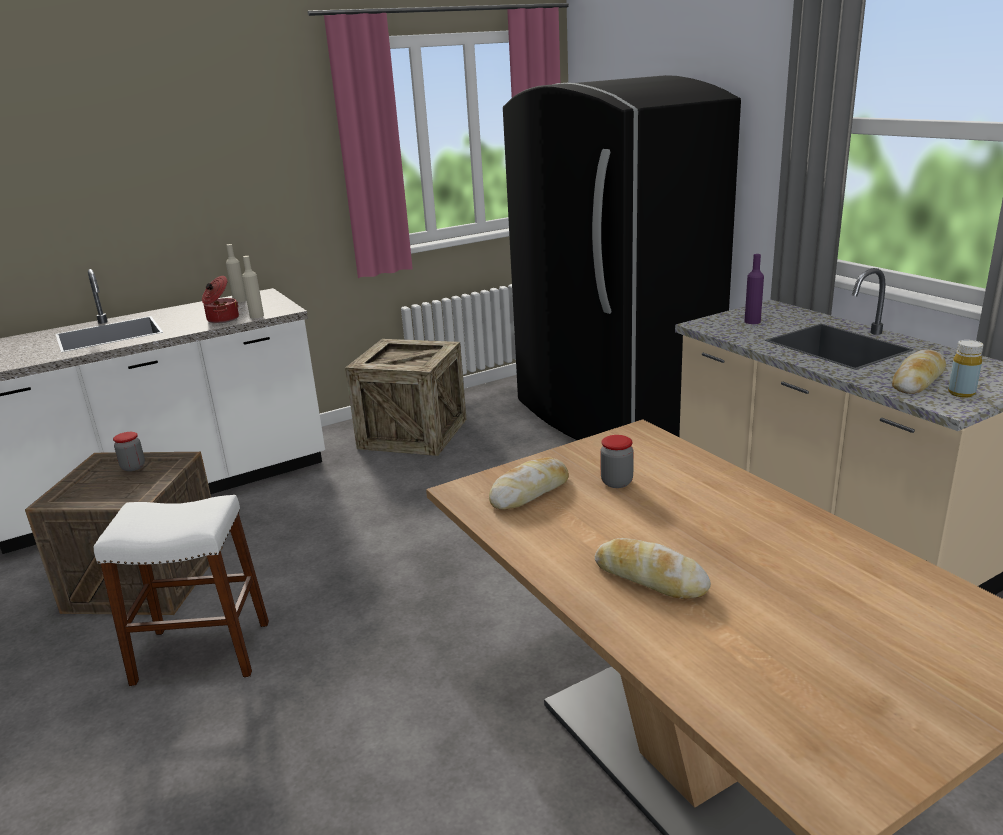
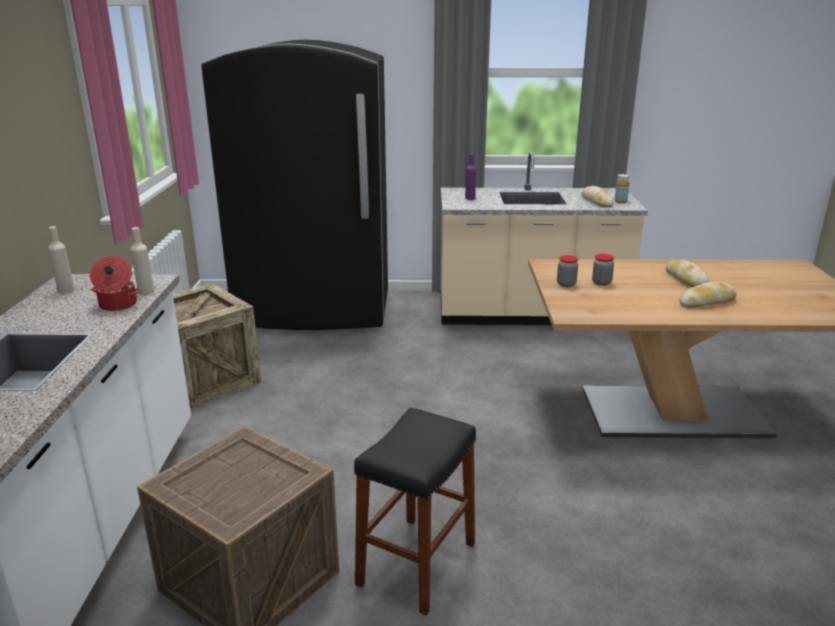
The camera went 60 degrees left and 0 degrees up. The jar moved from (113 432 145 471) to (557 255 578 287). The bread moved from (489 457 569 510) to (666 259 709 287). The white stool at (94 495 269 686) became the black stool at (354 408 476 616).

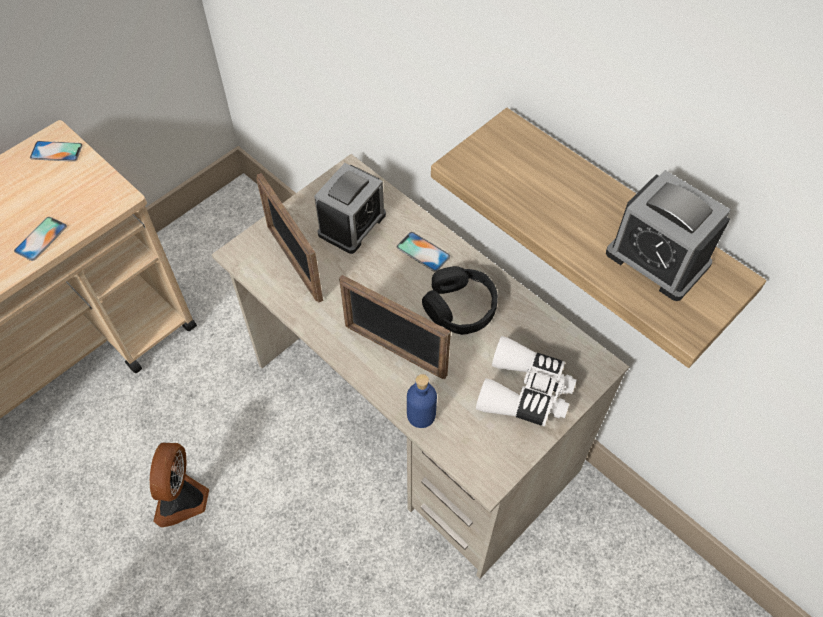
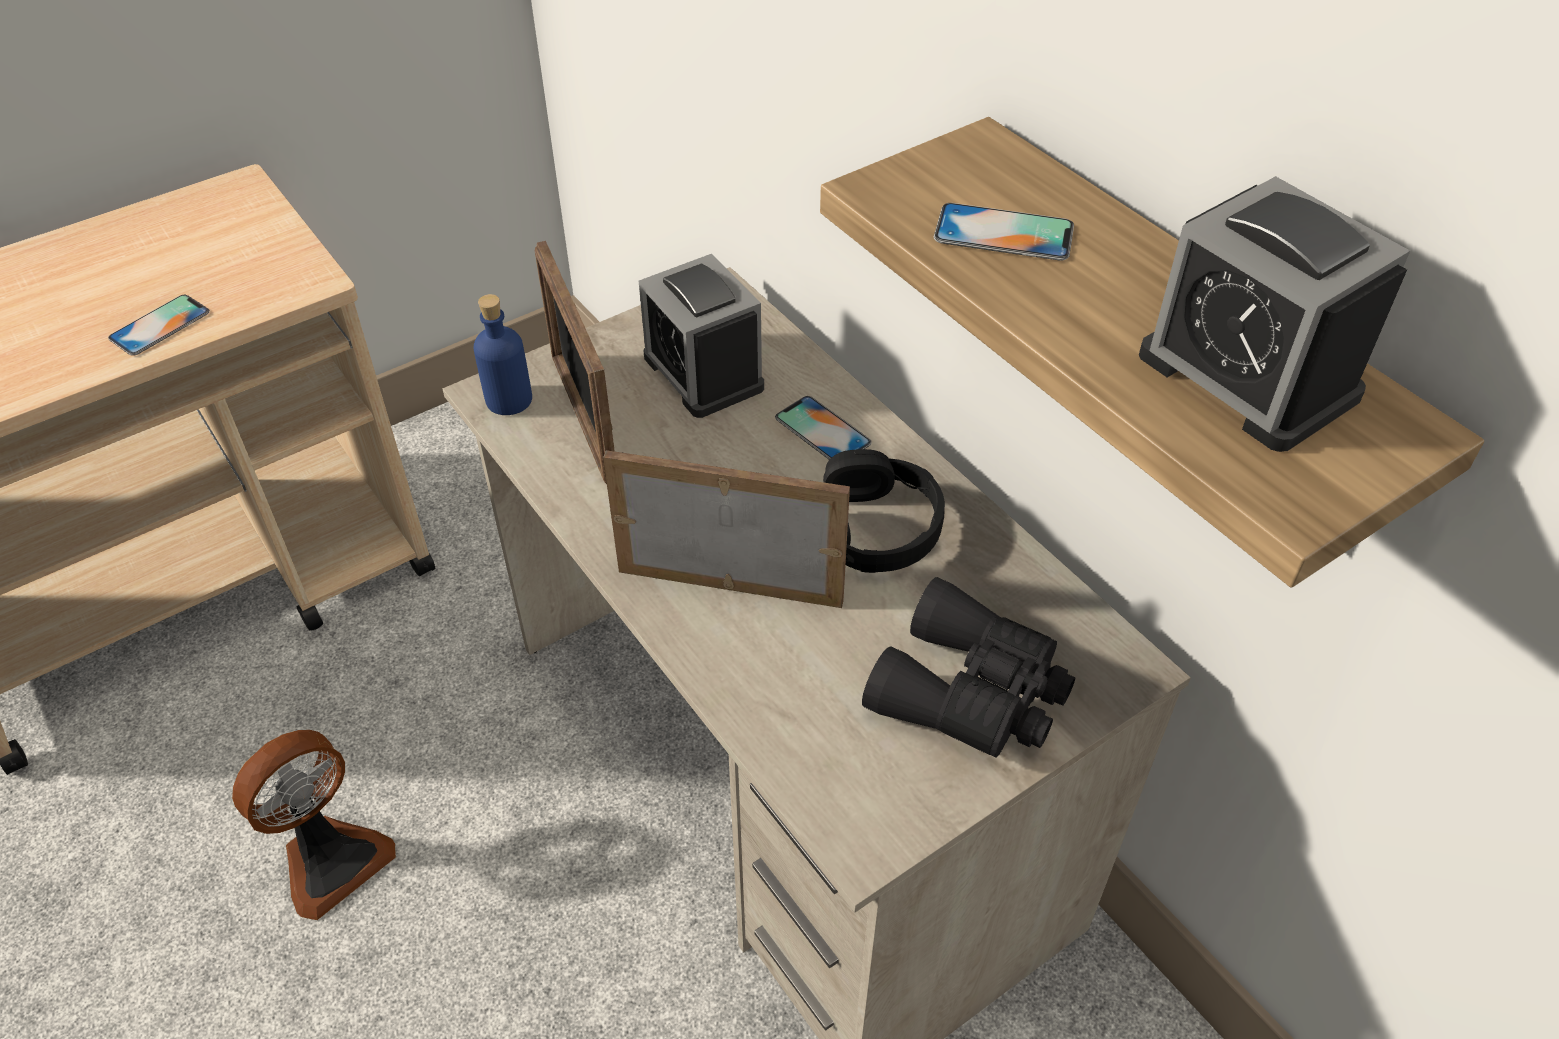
The camera went 10 degrees right and 10 degrees down. The phone moved from (30 141 83 162) to (934 203 1074 261). The alarm clock at (314 163 386 254) turned 105 degrees clockwise. The picture frame at (339 275 451 379) turned 150 degrees clockwise. The white binoculars at (476 336 576 427) became the black binoculars at (862 577 1075 758). The blue bottle moved from (407 374 437 428) to (473 294 532 415). The fan at (150 442 209 527) turned 150 degrees counterclockwise.

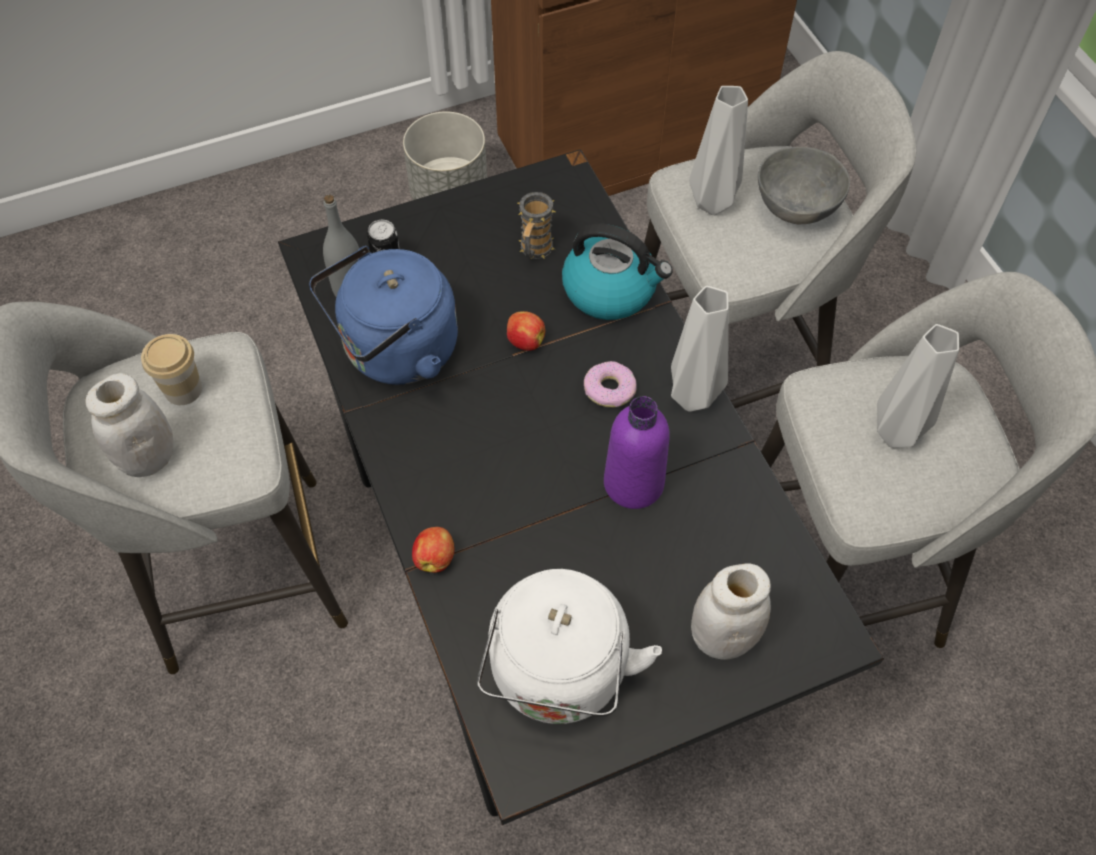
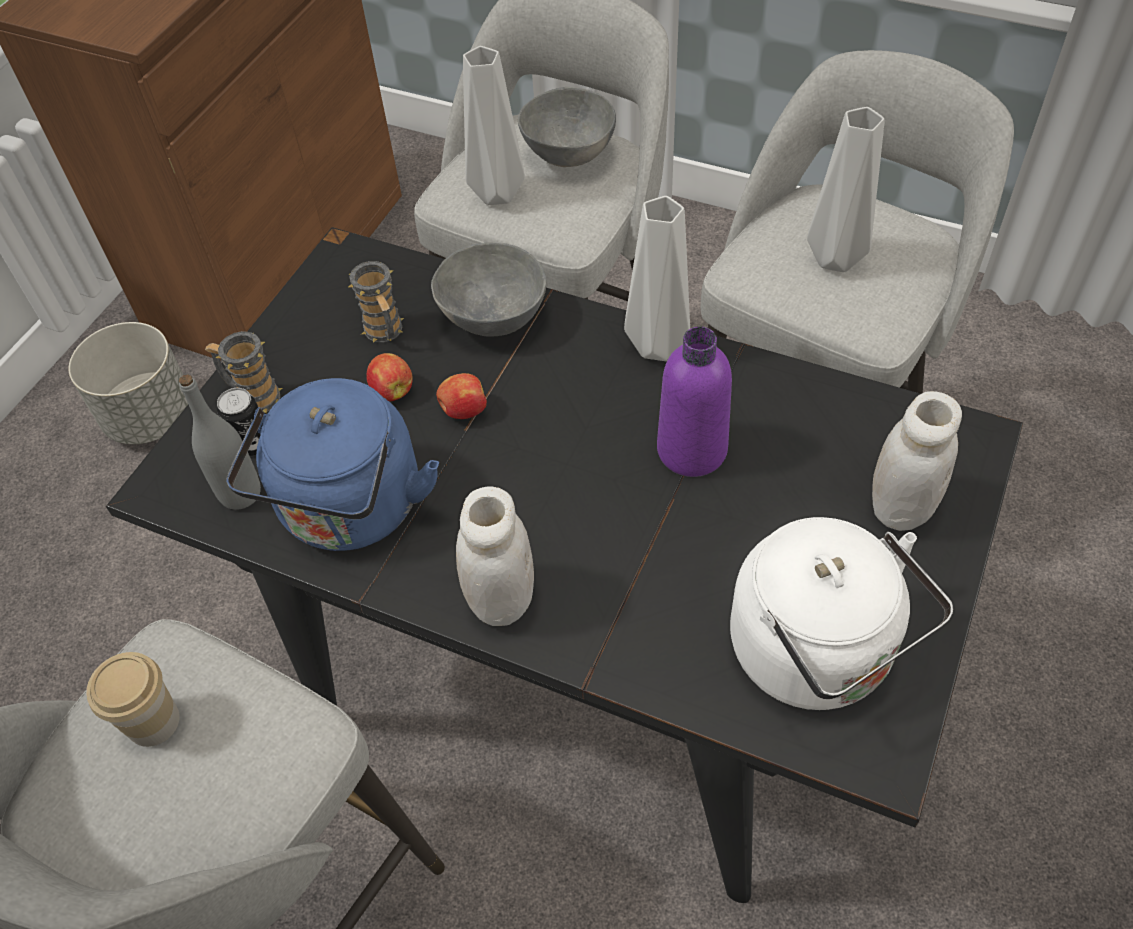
The camera went 40 degrees left and 5 degrees down. The kettle at (562 224 673 320) was replaced by the grey bowl at (431 242 546 337). The donut at (584 361 637 407) disappeared. The white jar moved from (85 373 173 477) to (456 486 534 626). The apple moved from (412 527 454 573) to (366 353 413 401). The mug at (205 331 282 413) appeared.

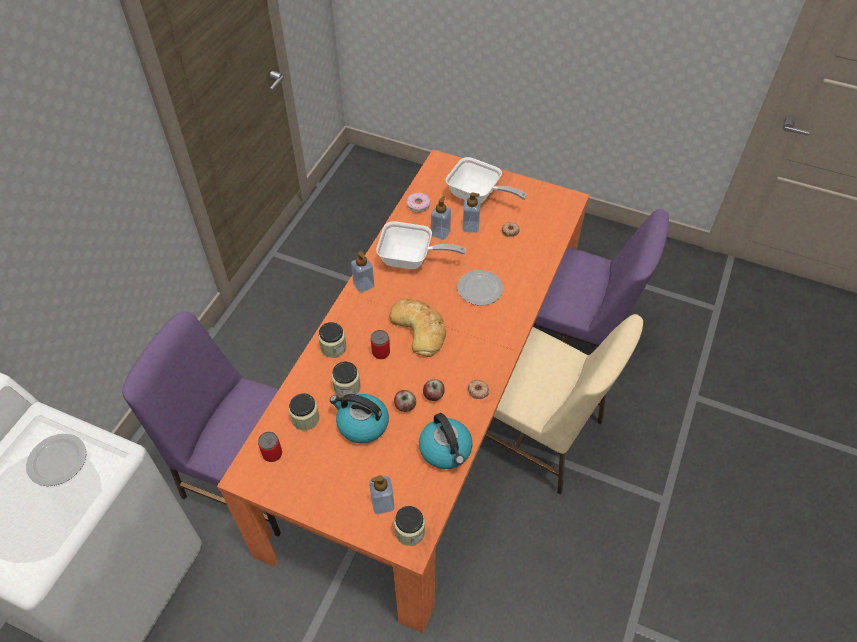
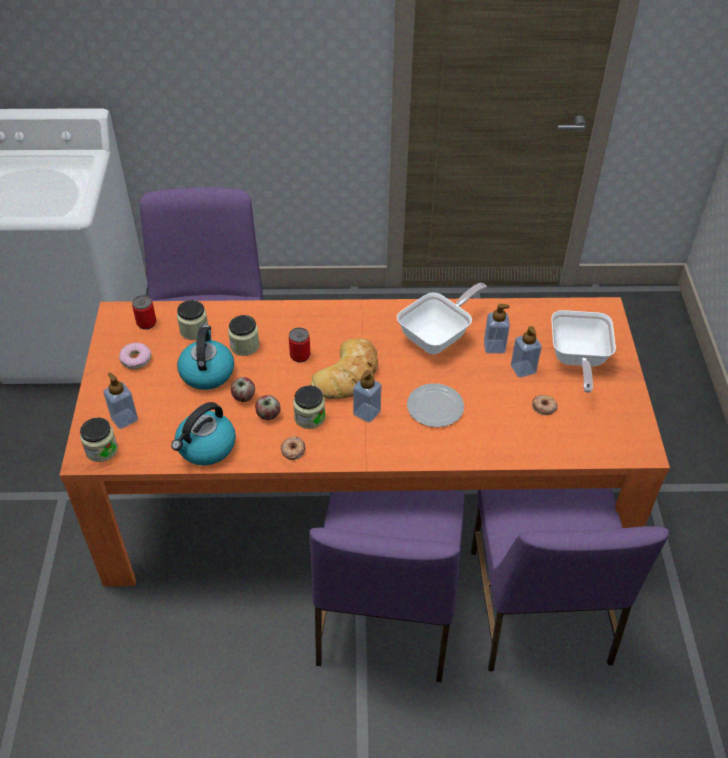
The camera went 65 degrees right and 5 degrees down. The donut moved from (406 193 430 213) to (119 343 152 369). The frying pan at (376 221 466 269) turned 120 degrees counterclockwise. The soap dispenser moved from (351 251 374 293) to (353 370 382 423). The beige chair at (485 314 643 495) became the purple chair at (309 490 464 682). The jar moved from (318 322 346 358) to (293 385 325 429). The plate at (26 434 86 486) disappeared.

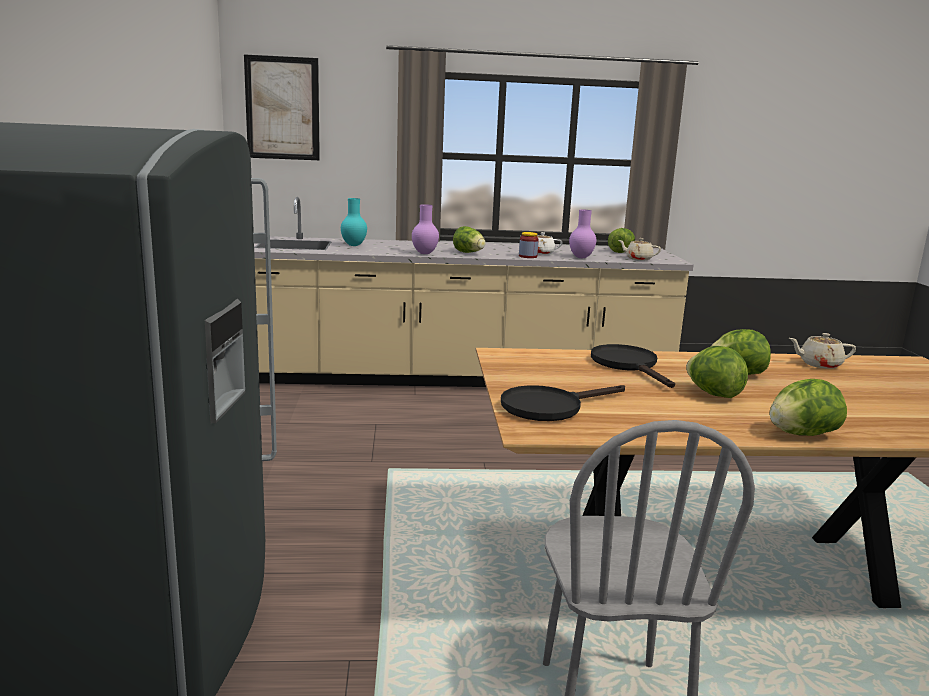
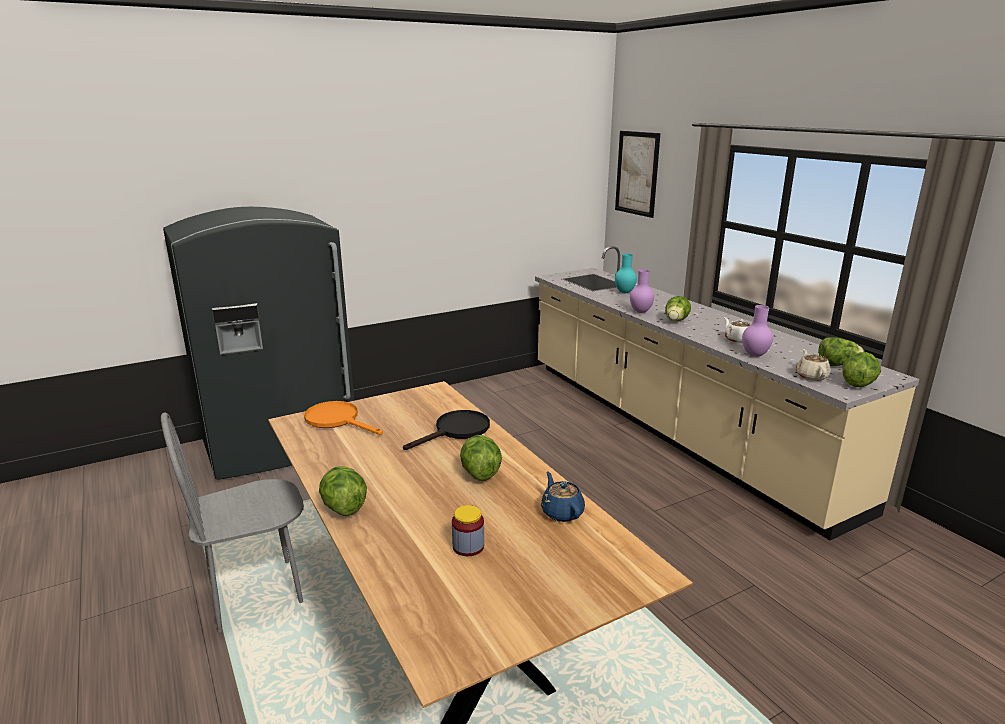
The camera went 65 degrees right and 5 degrees up. The jar moved from (519 232 538 258) to (452 505 484 556). The beige teapot at (789 333 856 369) became the blue teapot at (541 471 585 522). The lettuce moved from (686 346 748 398) to (842 352 881 387). The black frying pan at (501 385 625 421) became the orange frying pan at (304 401 383 435).

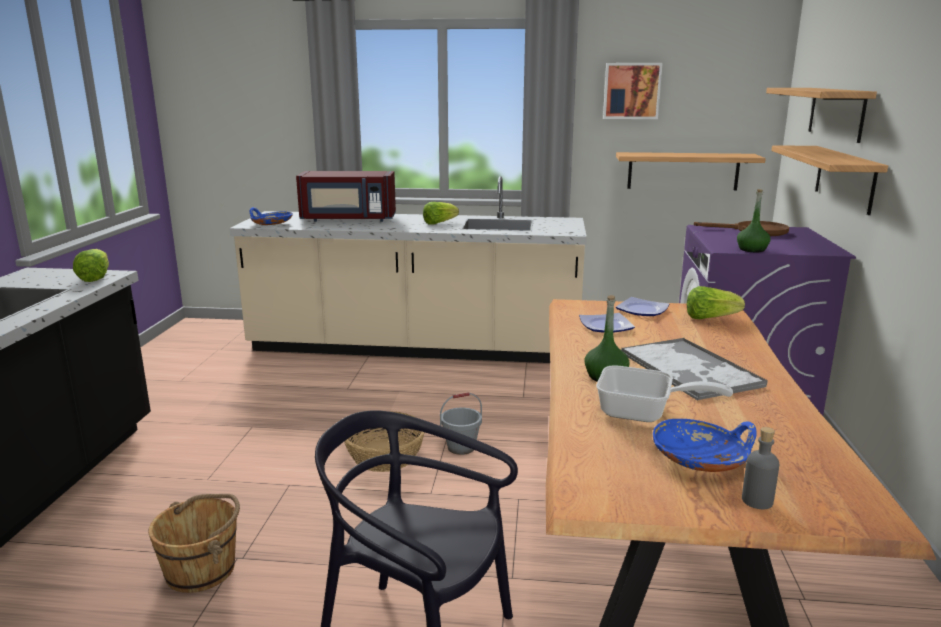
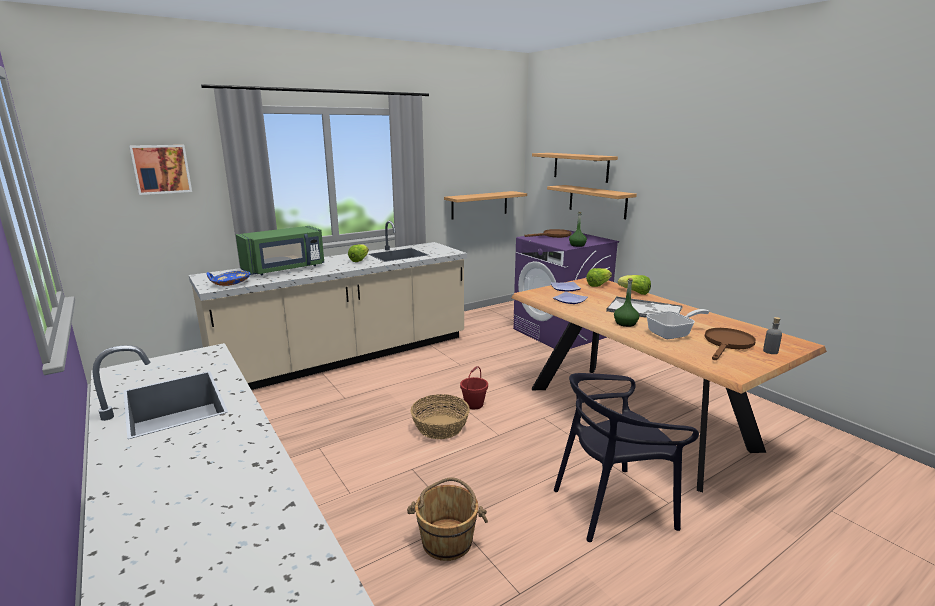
The camera went 40 degrees left and 0 degrees up. The picture moved from (603 63 663 119) to (129 145 192 195). The red microwave at (296 171 396 222) became the green microwave at (236 226 324 275). The lettuce moved from (73 249 109 282) to (618 275 651 295). The grey bucket at (440 392 482 455) became the red bucket at (460 366 488 409). The blue bowl at (653 419 757 472) was replaced by the brown frying pan at (705 328 756 360).

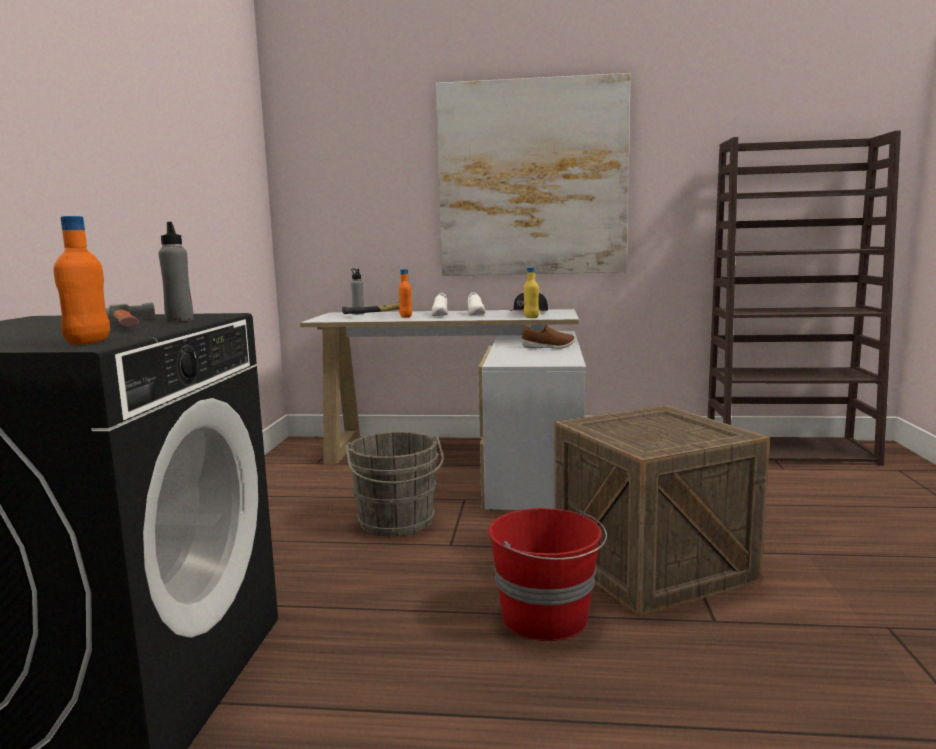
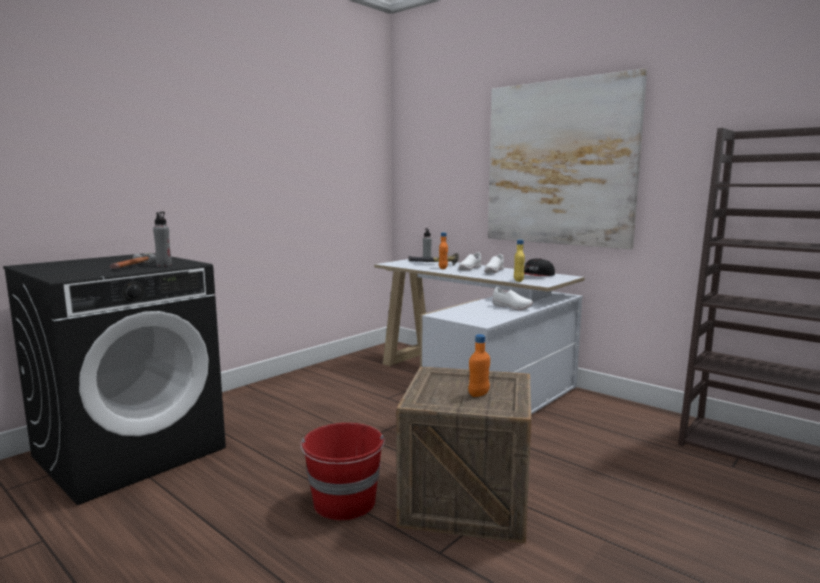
The camera went 35 degrees right and 0 degrees up. The orange bottle moved from (53 216 110 345) to (468 334 490 397). The brown shoe at (522 325 575 349) became the white shoe at (493 287 533 310). The grey bucket at (346 432 444 536) disappeared.

